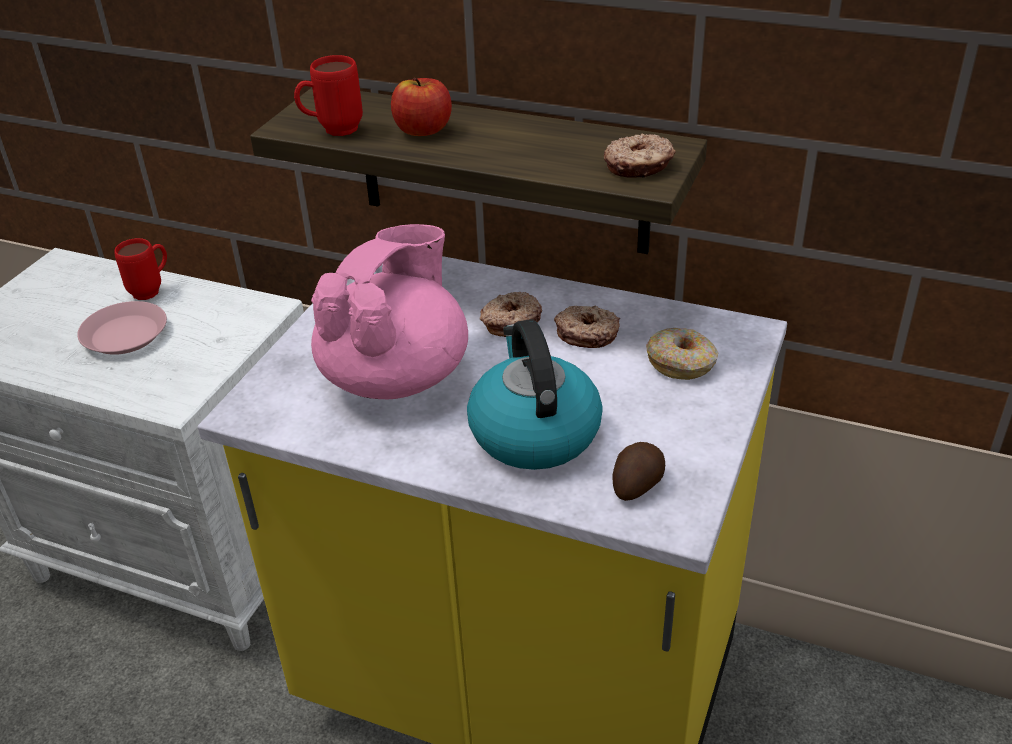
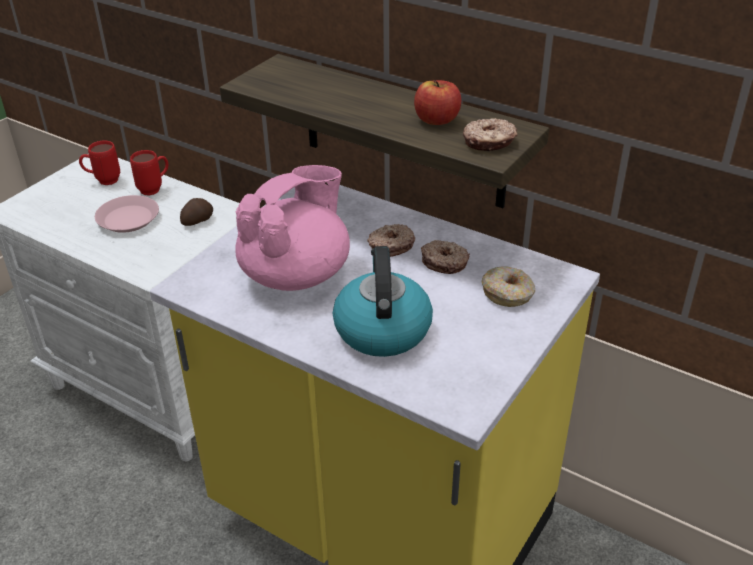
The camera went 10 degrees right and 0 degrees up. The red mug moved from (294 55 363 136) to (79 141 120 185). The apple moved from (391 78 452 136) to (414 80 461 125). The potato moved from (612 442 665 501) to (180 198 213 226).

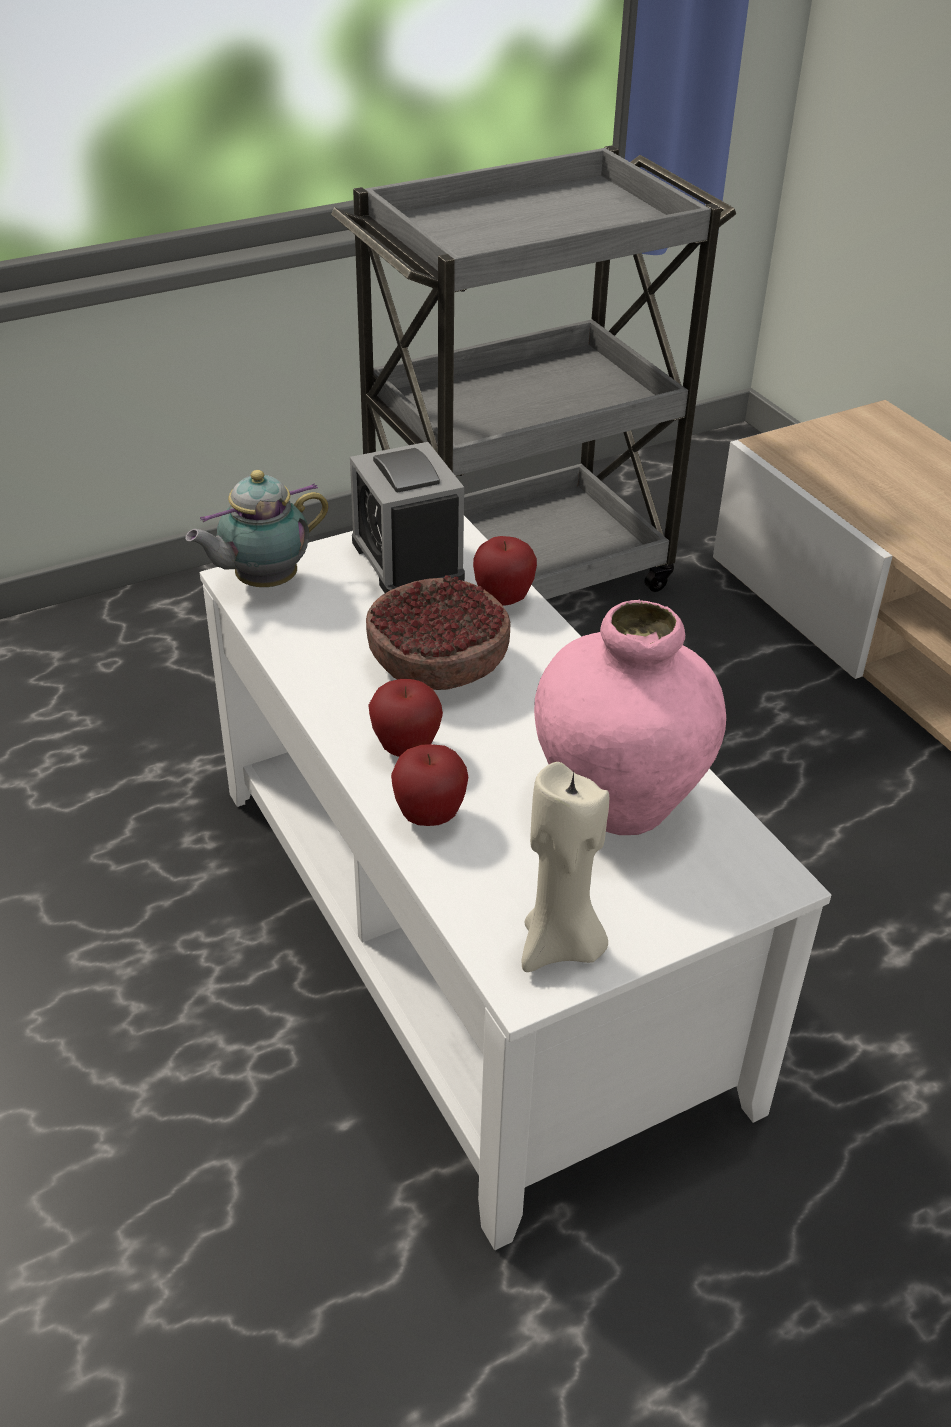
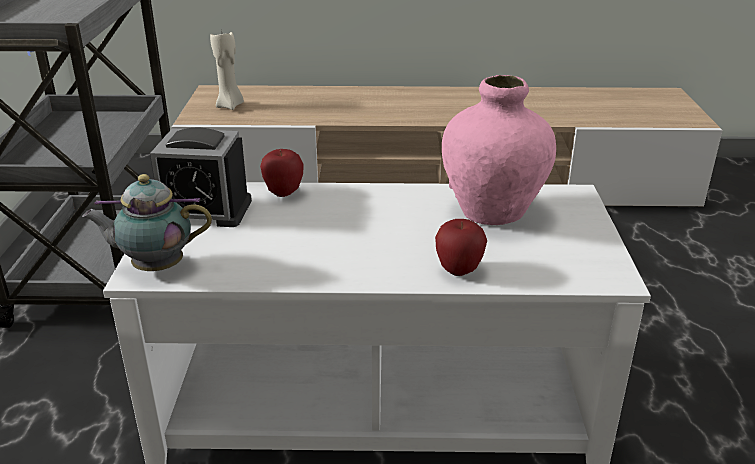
The camera went 60 degrees left and 10 degrees down. The teapot at (185 470 329 587) turned 90 degrees clockwise. The bowl at (366 575 511 690) disappeared. The apple at (368 679 443 757) disappeared. The beige candle moved from (522 762 609 972) to (210 29 244 110).

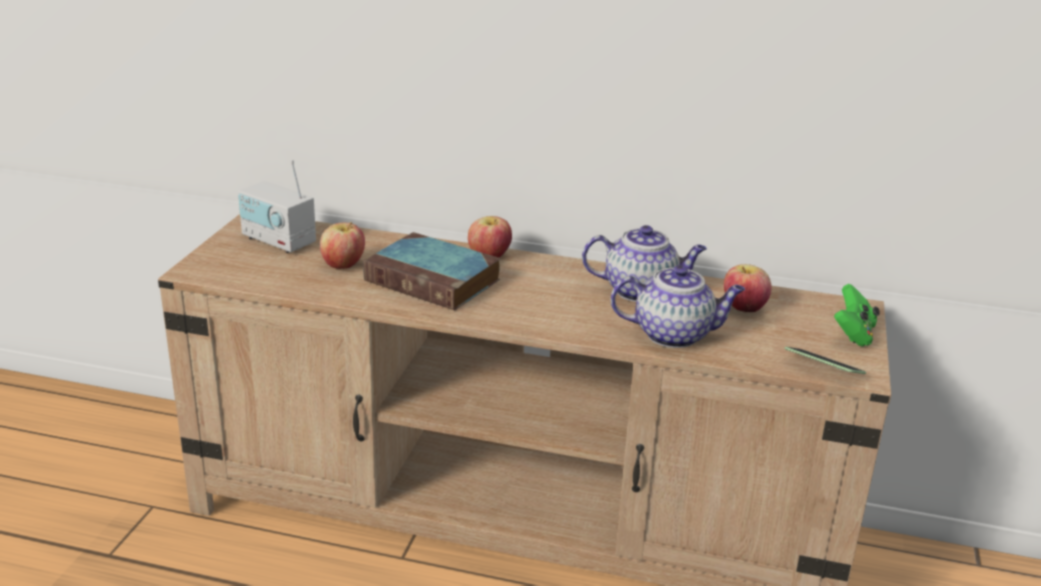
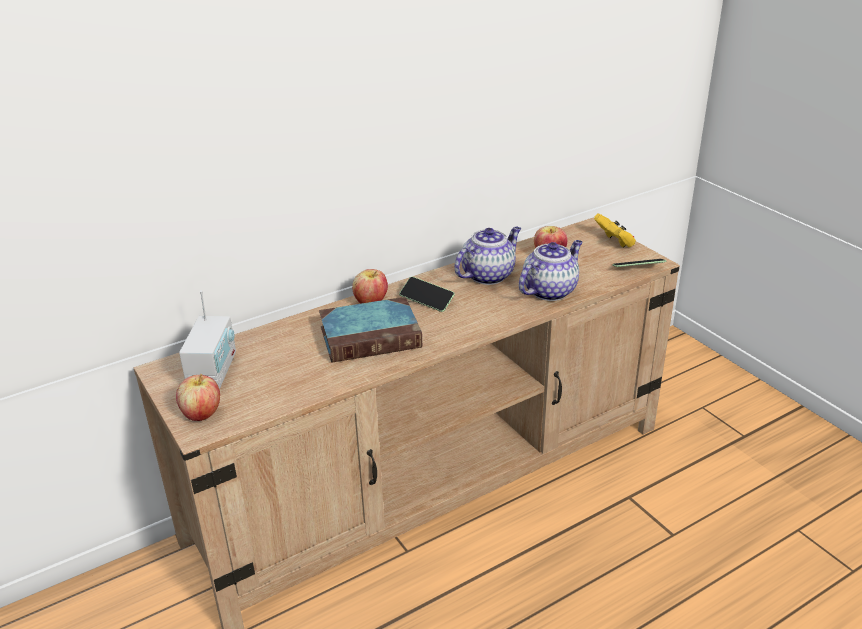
The camera went 45 degrees left and 5 degrees up. The radio at (238 160 316 253) turned 75 degrees counterclockwise. The apple moved from (320 222 365 269) to (176 374 220 421). The green game controller at (834 284 880 347) became the yellow game controller at (594 213 636 248). The phone at (399 277 455 312) appeared.

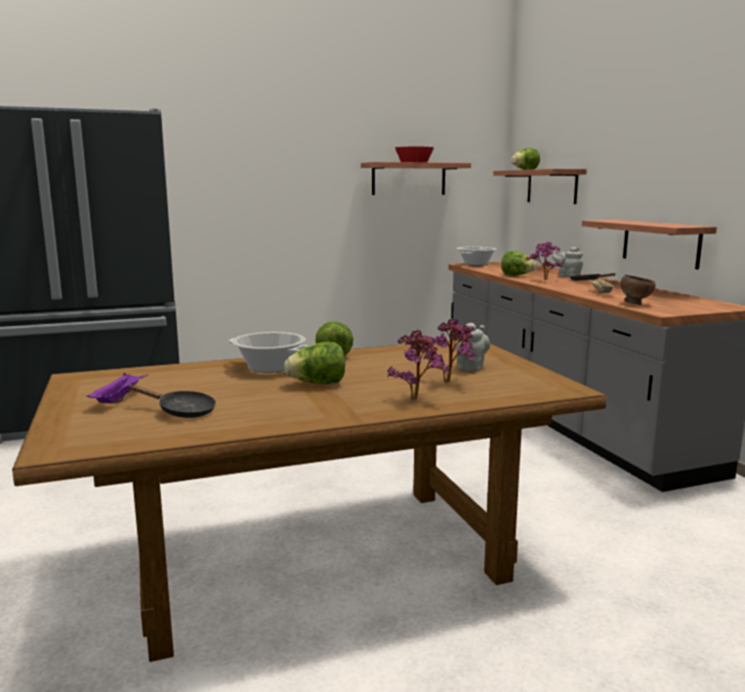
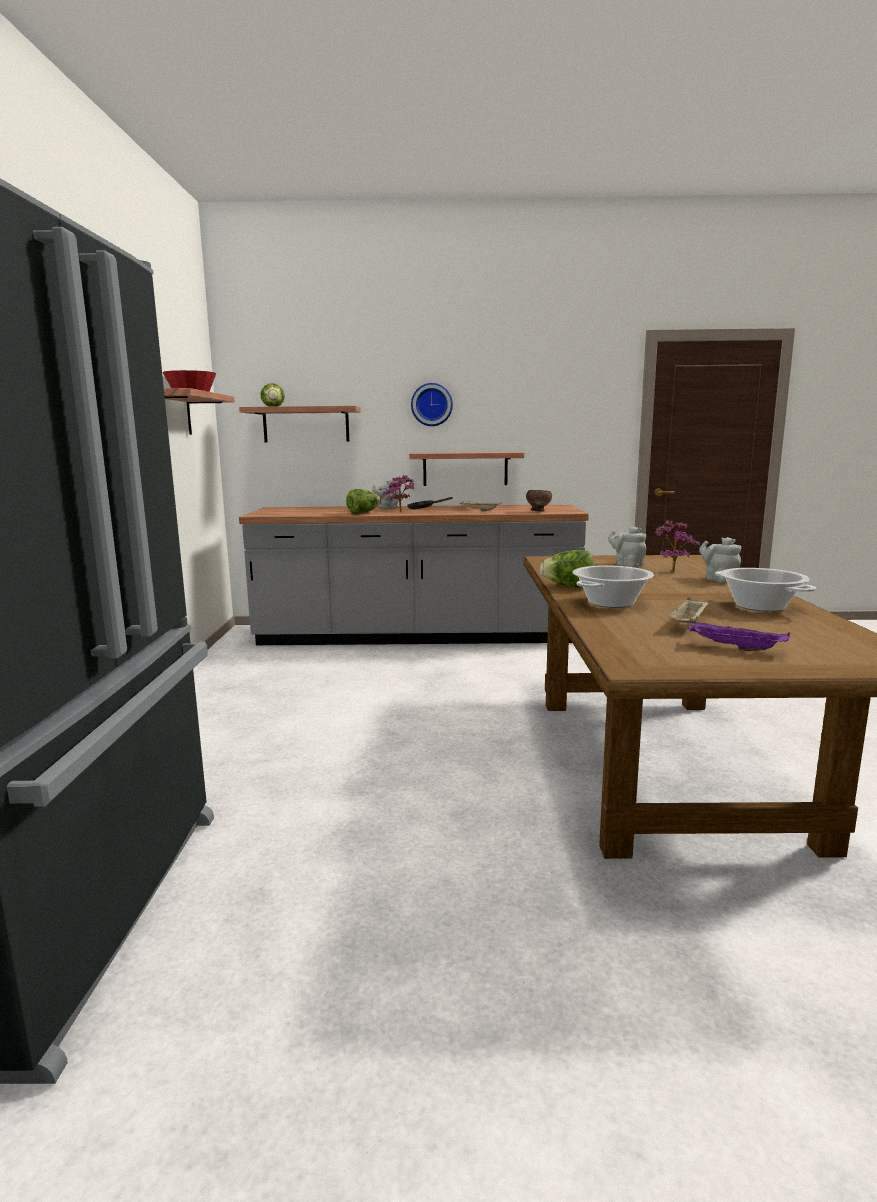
The camera went 70 degrees left and 0 degrees up. The cooking pot moved from (456 247 497 266) to (715 568 816 612). The potted plant at (387 330 449 400) was replaced by the grey teapot at (699 537 741 583). The lettuce at (284 342 345 384) disappeared. The black frying pan at (128 384 216 418) disappeared. The wall clock at (411 383 453 426) appeared. The beige tray at (668 597 709 623) appeared.

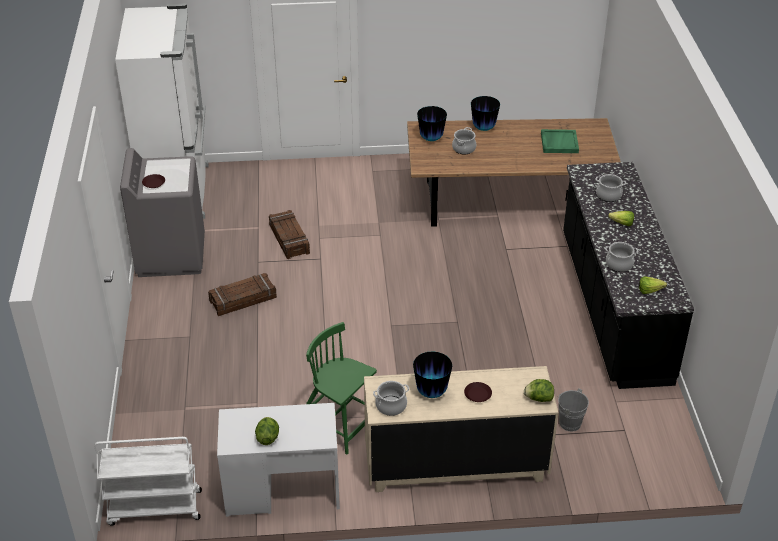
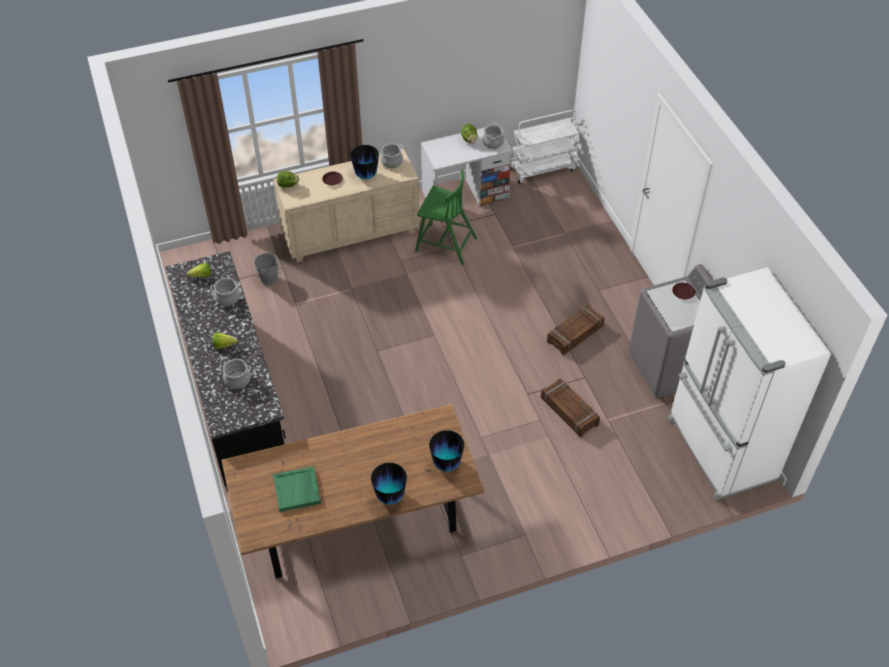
The camera went 165 degrees right and 10 degrees up. The cooking pot moved from (452 127 476 154) to (482 122 504 149).

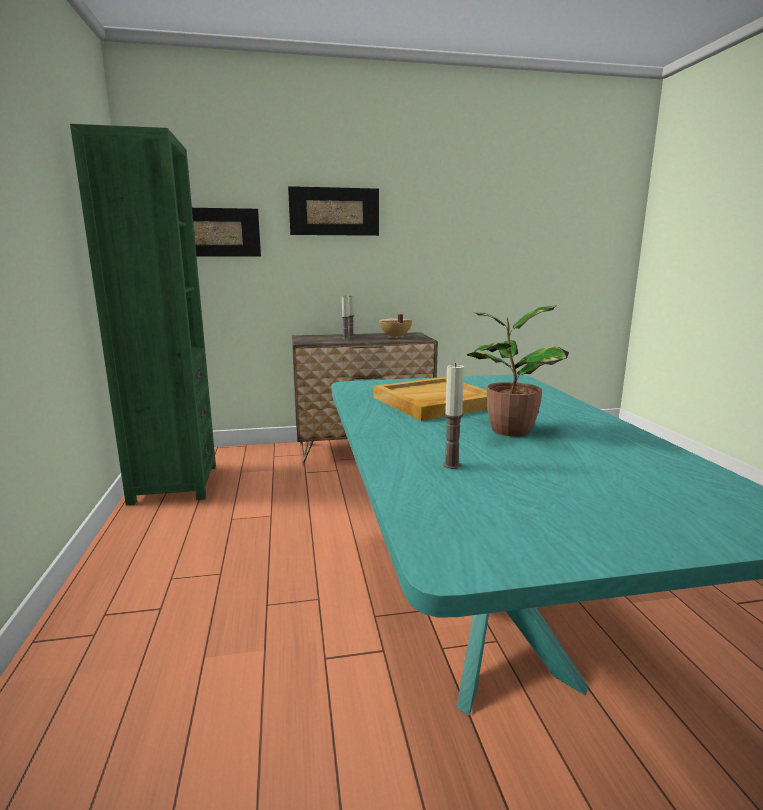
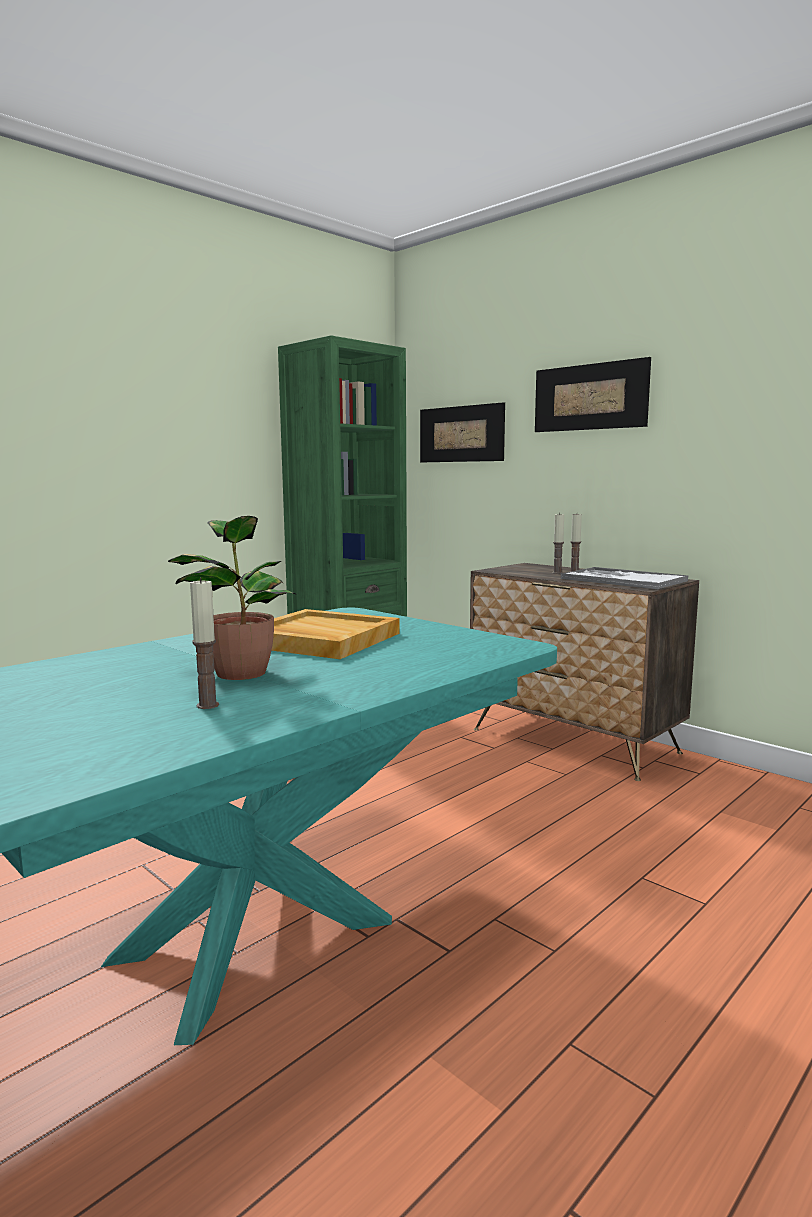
The camera went 55 degrees right and 5 degrees down. The beige cooking pot at (379 314 412 338) was replaced by the tray at (561 567 688 589). The candle moved from (443 363 464 469) to (190 578 219 709).

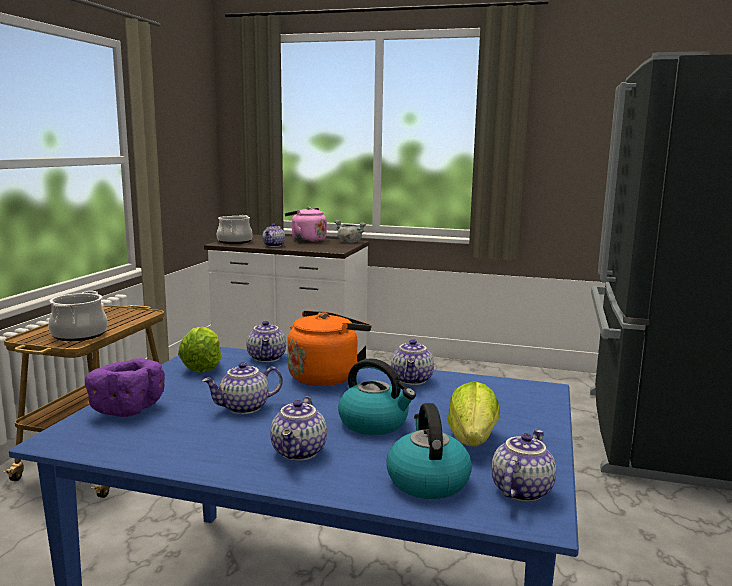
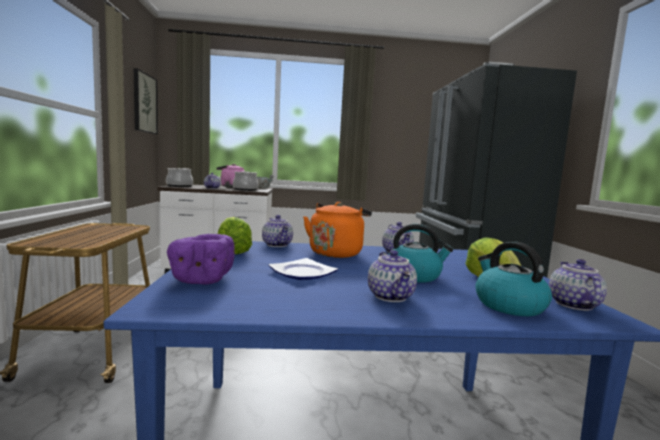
The camera went 20 degrees left and 5 degrees down. The cooking pot moved from (48 291 108 341) to (233 171 259 191). The teapot at (202 362 283 414) was replaced by the plate at (268 258 338 280). The picture at (134 68 158 134) appeared.

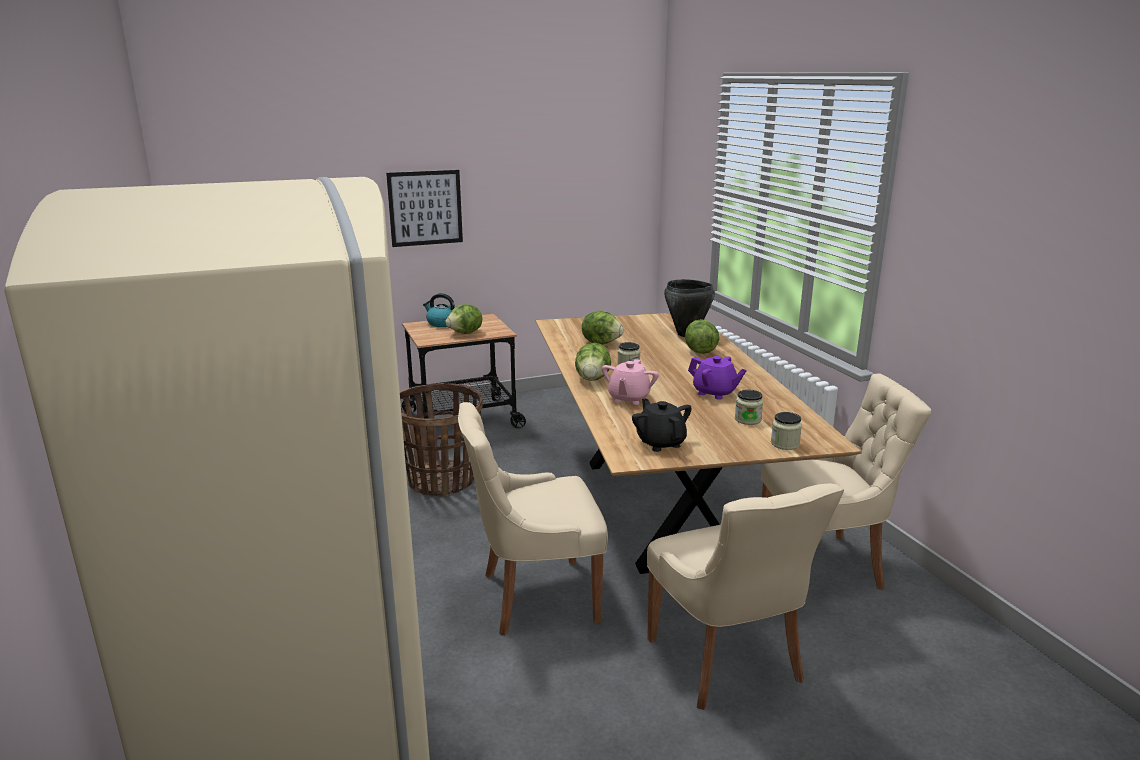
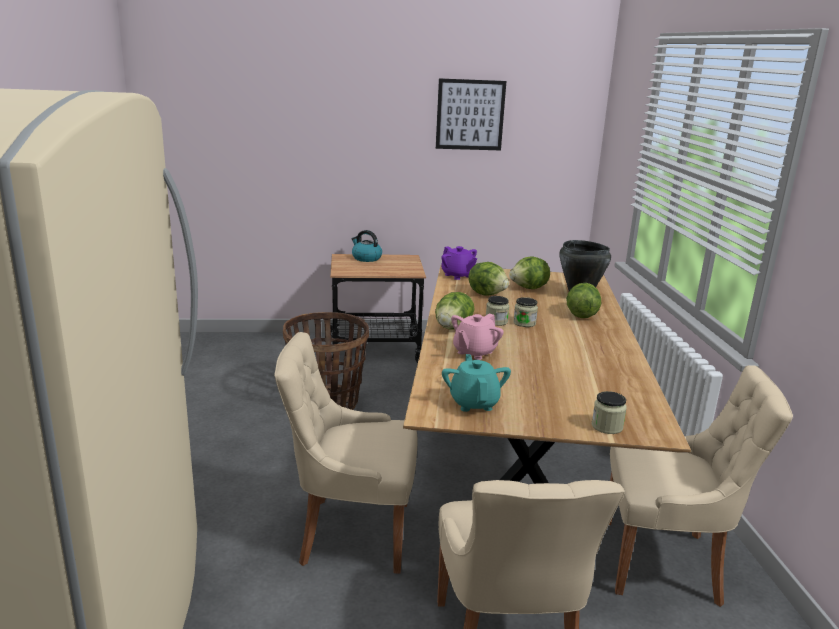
The camera went 15 degrees right and 0 degrees up. The picture moved from (386 170 463 247) to (436 78 506 150). The lettuce moved from (446 304 482 334) to (509 257 550 289). The purple teapot moved from (688 356 747 400) to (441 246 477 280). The jar moved from (735 390 763 425) to (513 297 538 327). The black teapot at (632 398 692 452) became the turquoise teapot at (442 354 511 412).

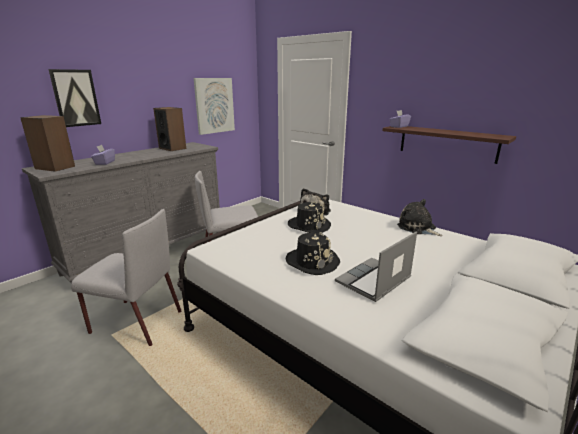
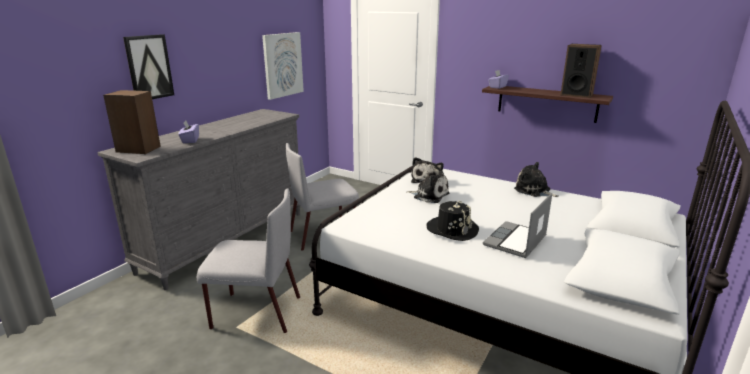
The camera went 10 degrees left and 0 degrees up. The speaker moved from (153 107 186 151) to (560 44 602 98). The black hat at (288 201 331 233) was replaced by the plush toy at (407 170 449 203).

